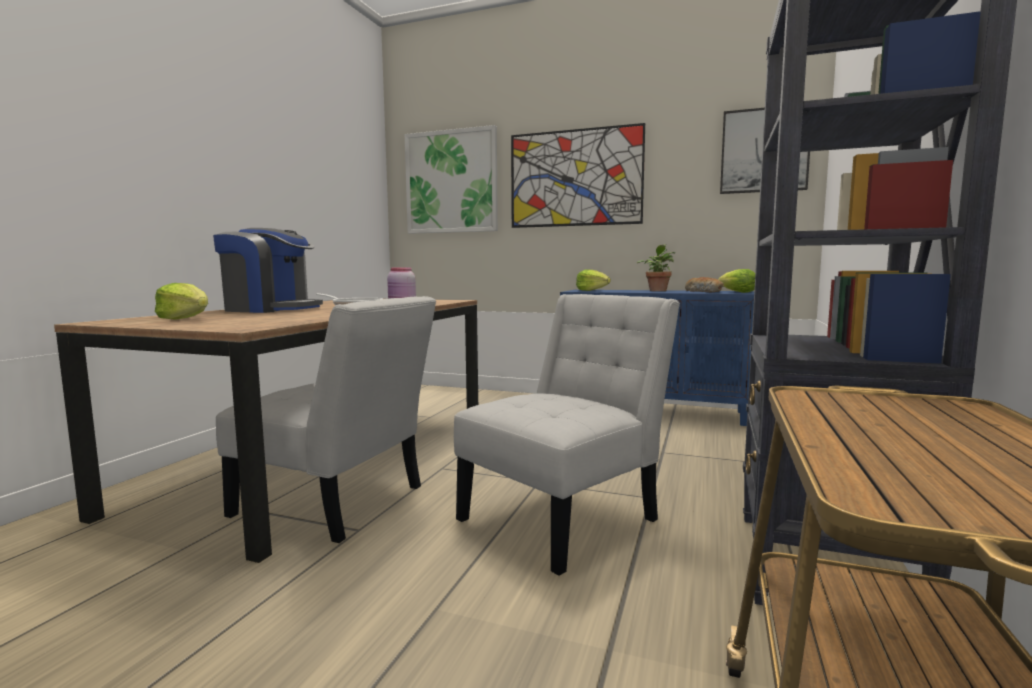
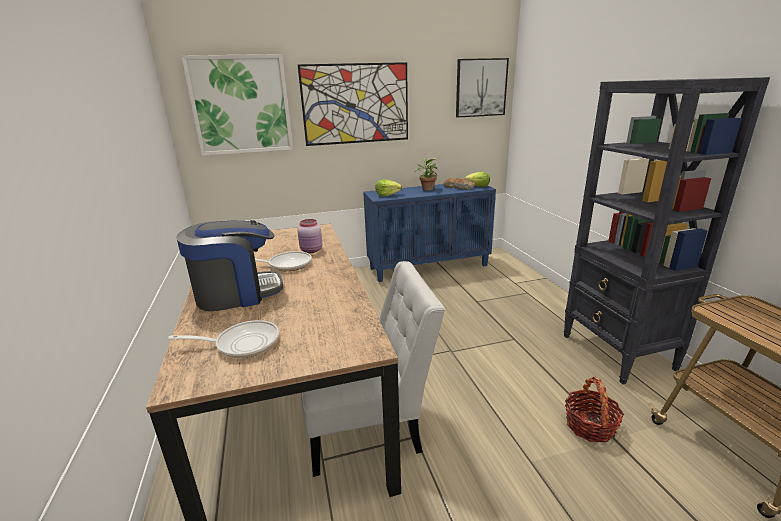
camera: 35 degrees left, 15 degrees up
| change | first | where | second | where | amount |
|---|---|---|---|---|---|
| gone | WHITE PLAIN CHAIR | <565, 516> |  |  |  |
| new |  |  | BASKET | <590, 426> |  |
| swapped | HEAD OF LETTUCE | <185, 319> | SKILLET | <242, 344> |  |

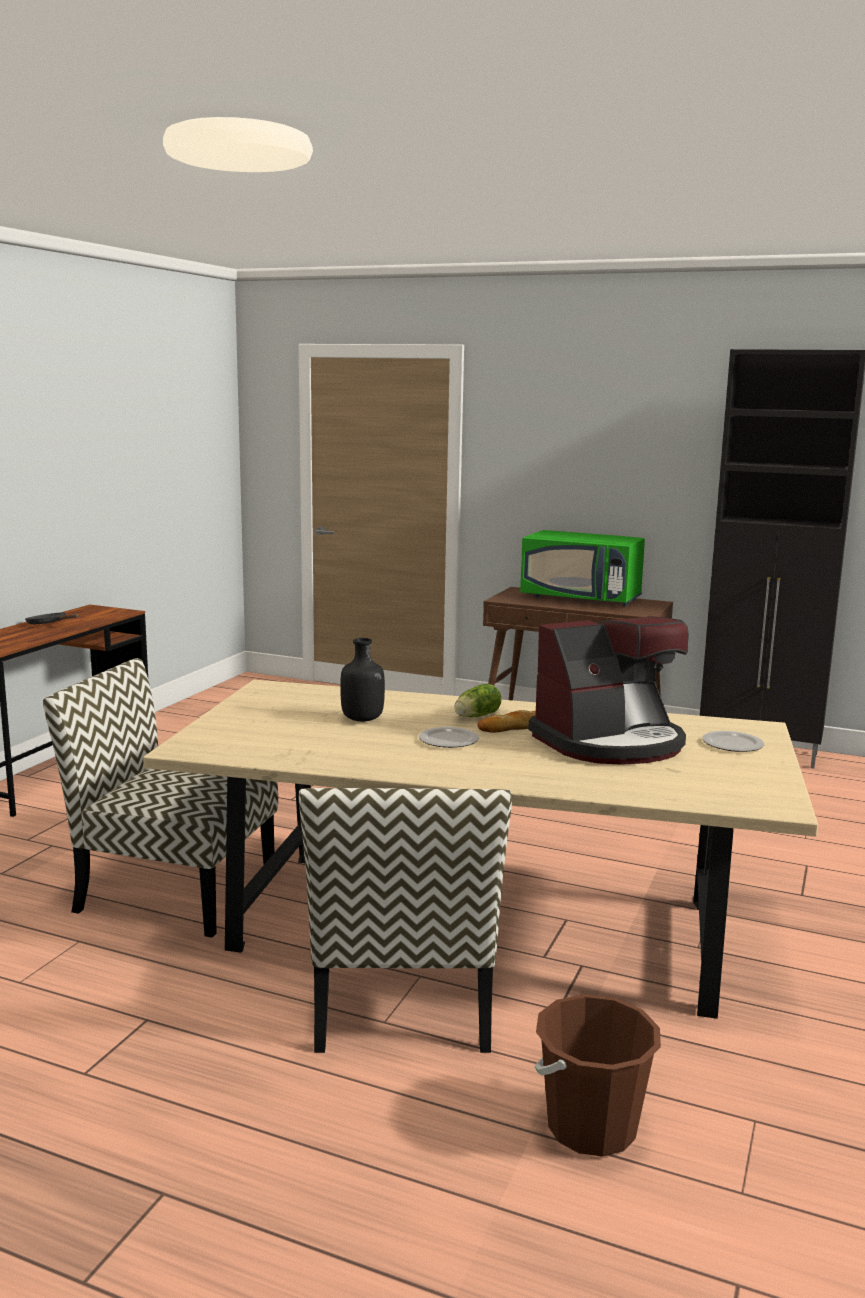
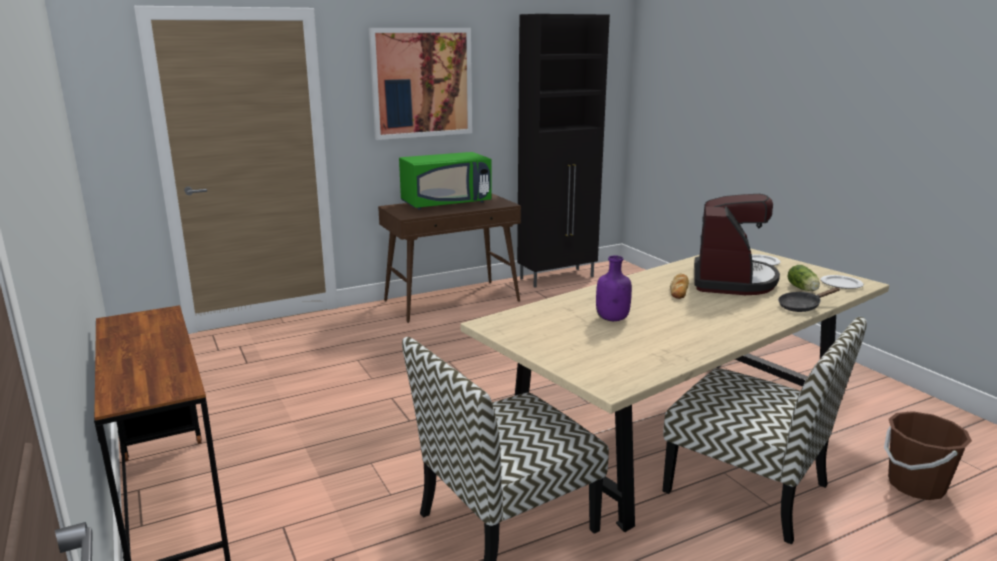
camera: 50 degrees left, 5 degrees up
| change | first | where | second | where | amount |
|---|---|---|---|---|---|
| new |  |  | WALL ART | <422, 83> |  |
| shifted | BLACK SKILLET | <49, 624> |  | <802, 306> |  |
| shifted | FLAT DISH | <448, 740> |  | <840, 284> |  |
| shifted | HEAD OF LETTUCE | <475, 716> |  | <803, 289> |  |
| repainted | BLACK DRINK BOTTLE | <363, 719> | PURPLISH DRINK BOTTLE | <613, 319> |  |

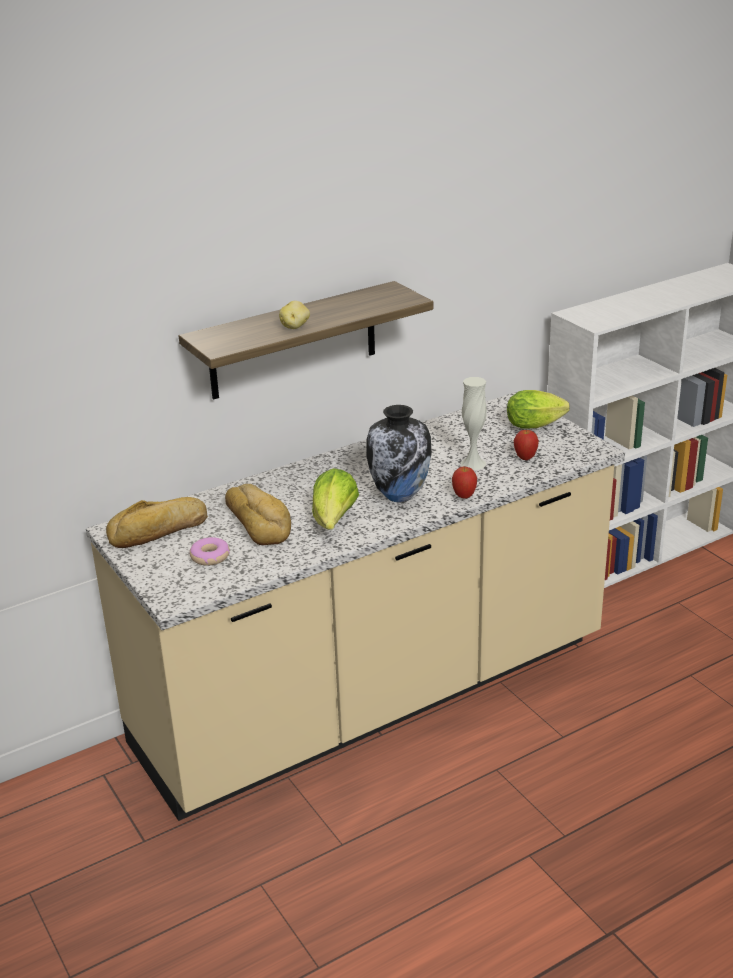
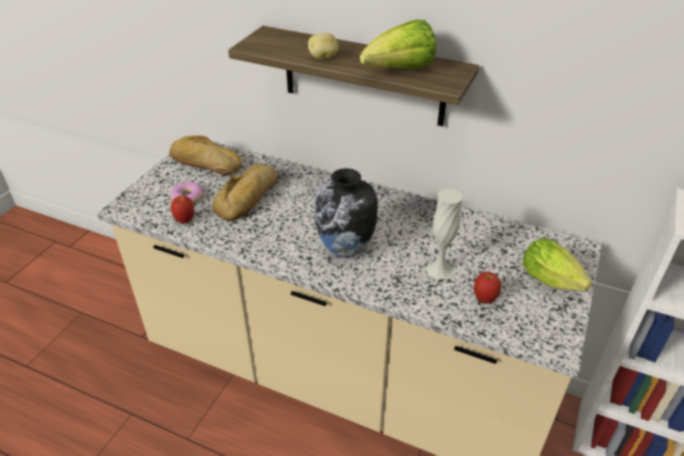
camera: 55 degrees right, 10 degrees up
| change | first | where | second | where | amount |
|---|---|---|---|---|---|
| shifted | HEAD OF LETTUCE | <334, 521> |  | <399, 71> |  |
| shifted | APPLE | <464, 496> |  | <185, 220> |  |

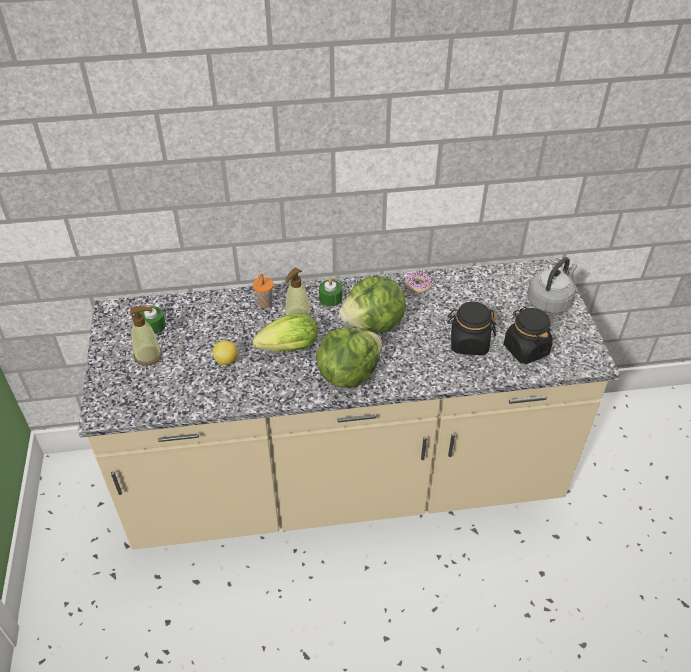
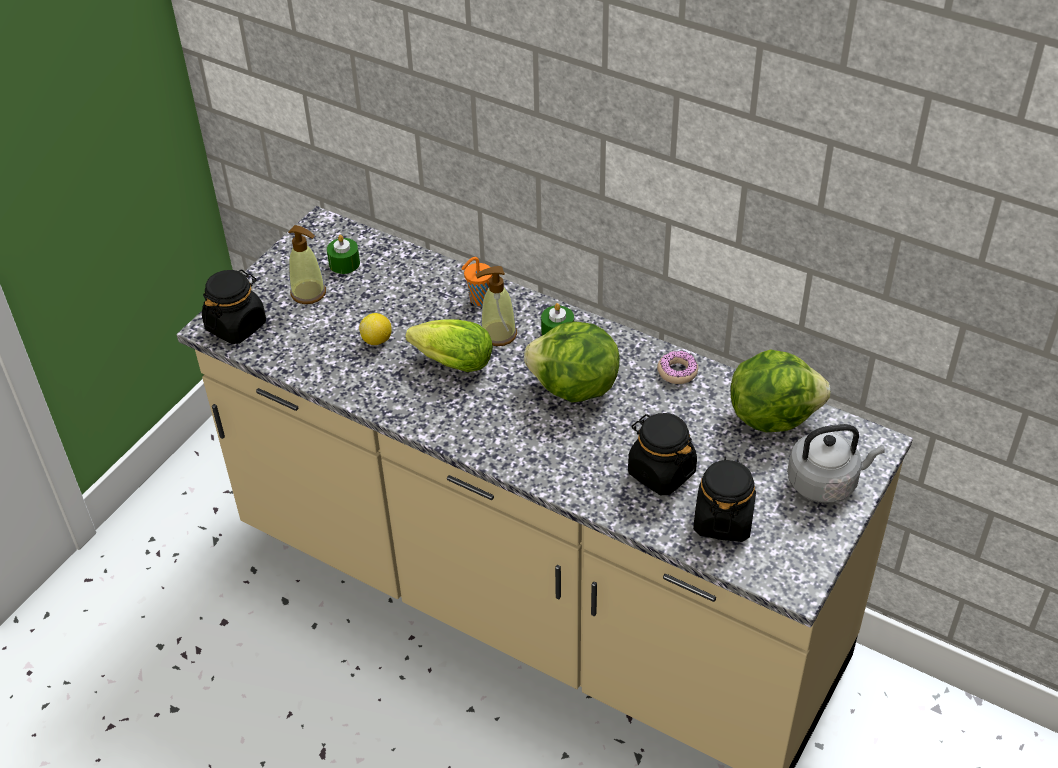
camera: 40 degrees right, 0 degrees up
| change | first | where | second | where | amount |
|---|---|---|---|---|---|
| new |  |  | BLACK STORAGE JAR | <236, 326> |  |
| shifted | HEAD OF LETTUCE | <348, 373> |  | <772, 415> |  |

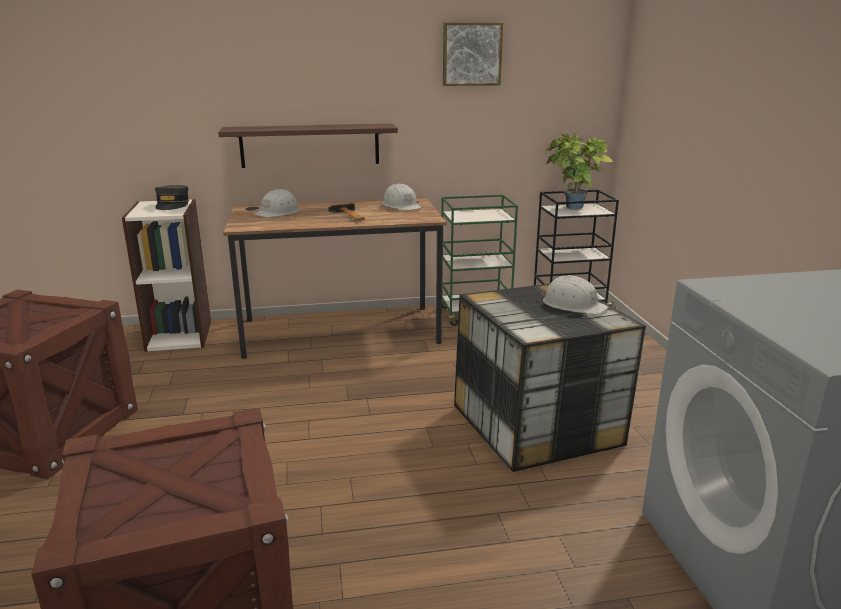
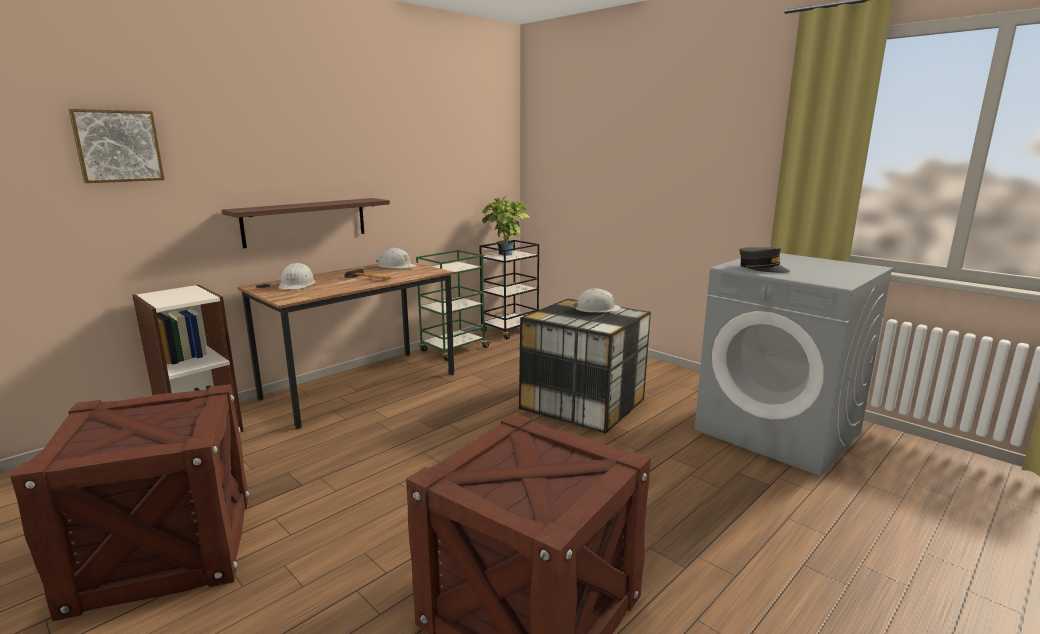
camera: 35 degrees left, 5 degrees down
| change | first | where | second | where | amount |
|---|---|---|---|---|---|
| shifted | GRAY BASEBALL CAP | <172, 205> |  | <762, 268> |  |
| shifted | WALL ART | <471, 54> |  | <117, 146> |  |

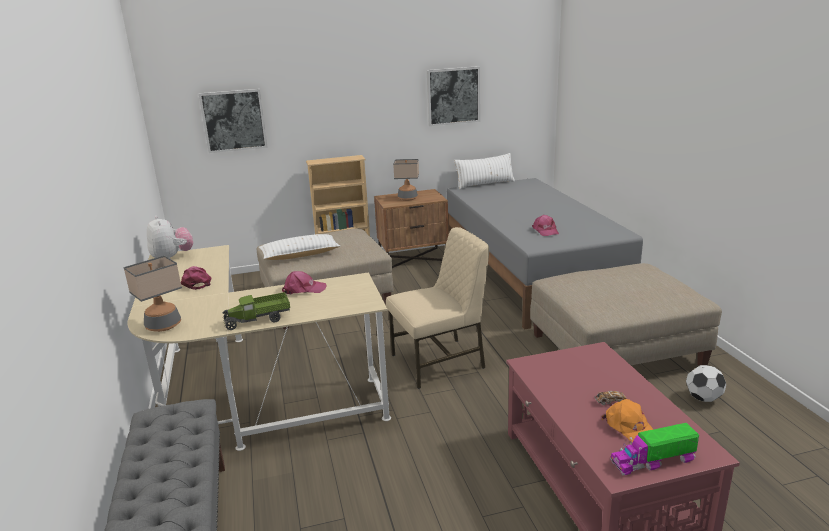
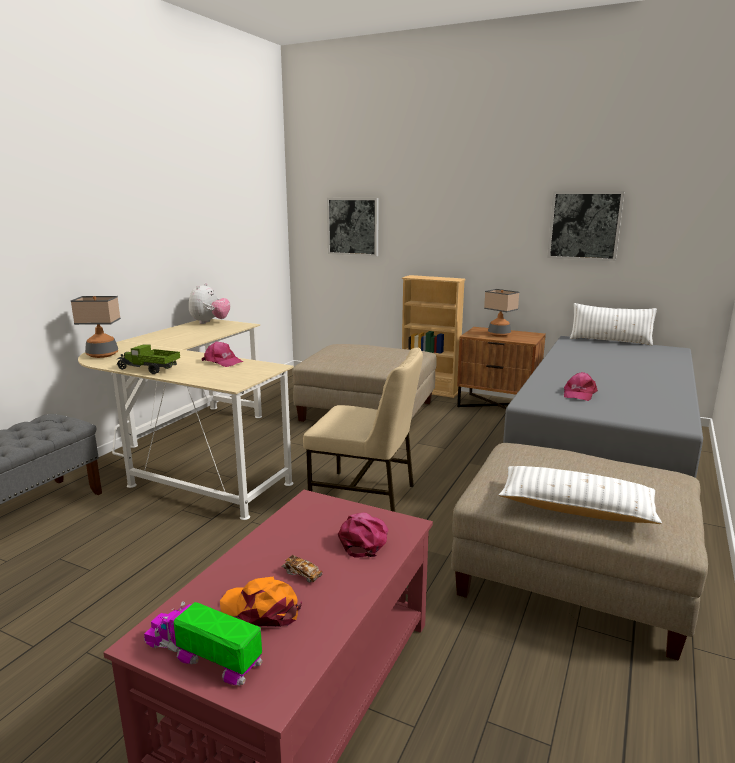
camera: 40 degrees right, 5 degrees down
| change | first | where | second | where | amount |
|---|---|---|---|---|---|
| gone | BALL FOR FOOTBALL | <703, 398> |  |  |  |
| shifted | PINK BASEBALL CAP | <196, 282> |  | <364, 539> |  |
| shifted | WHITE THROW PILLOW | <300, 255> |  | <575, 508> |  |
| rotated | ORANGE BASEBALL CAP | <629, 427> |  | <261, 609> | 105 degrees clockwise |

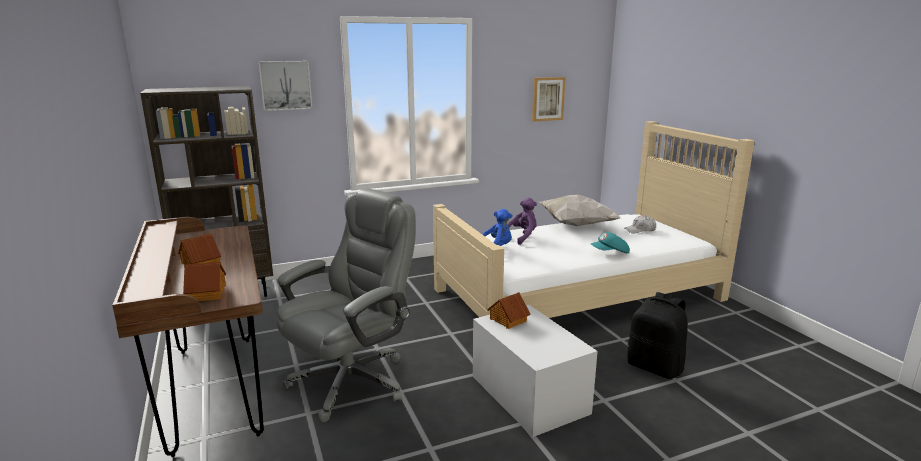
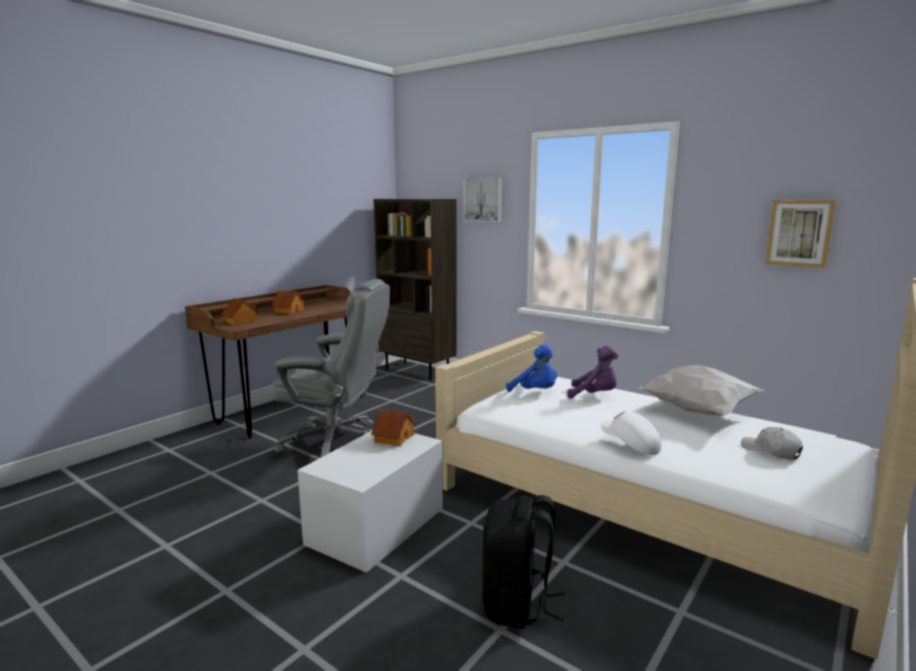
camera: 60 degrees right, 5 degrees down
| change | first | where | second | where | amount |
|---|---|---|---|---|---|
| repainted | TURQUOISE-COLOURED BASEBALL CAP | <610, 253> | WHITE BASEBALL CAP | <630, 445> |  |

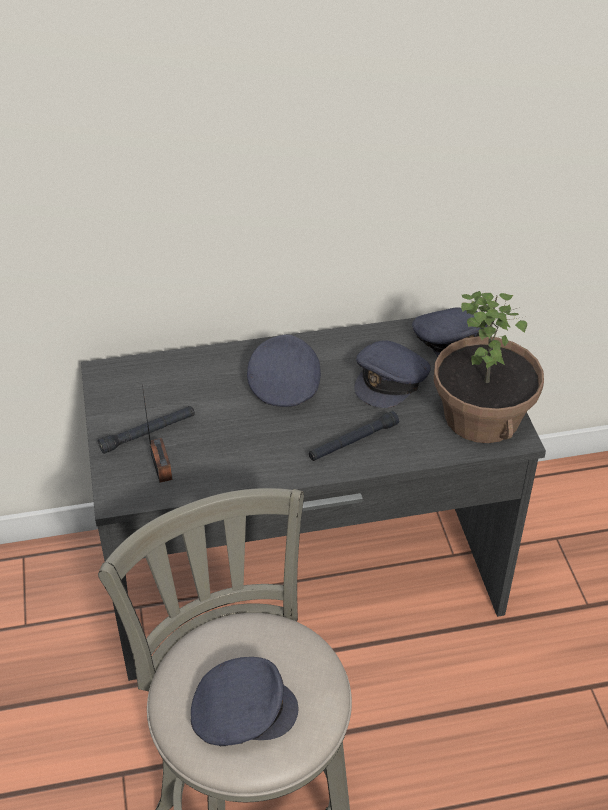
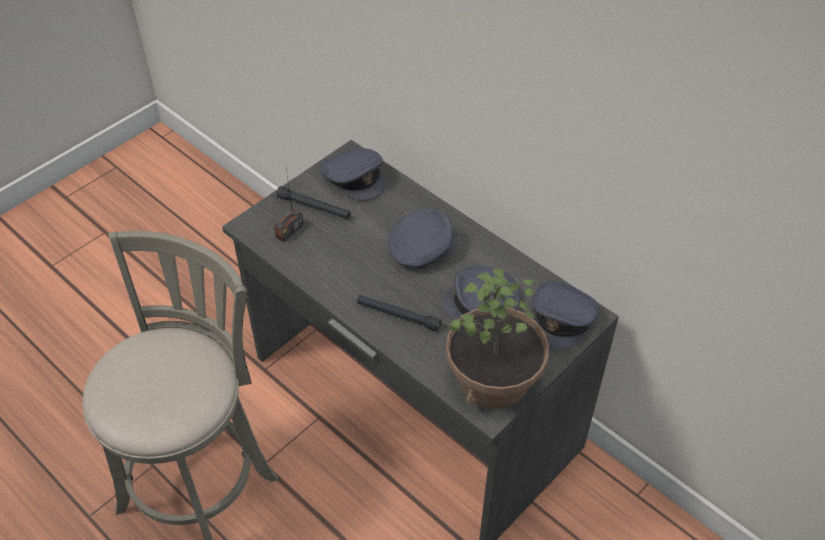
camera: 55 degrees right, 5 degrees up
| change | first | where | second | where | amount |
|---|---|---|---|---|---|
| shifted | GRAY BASEBALL CAP | <242, 712> |  | <355, 178> |  |

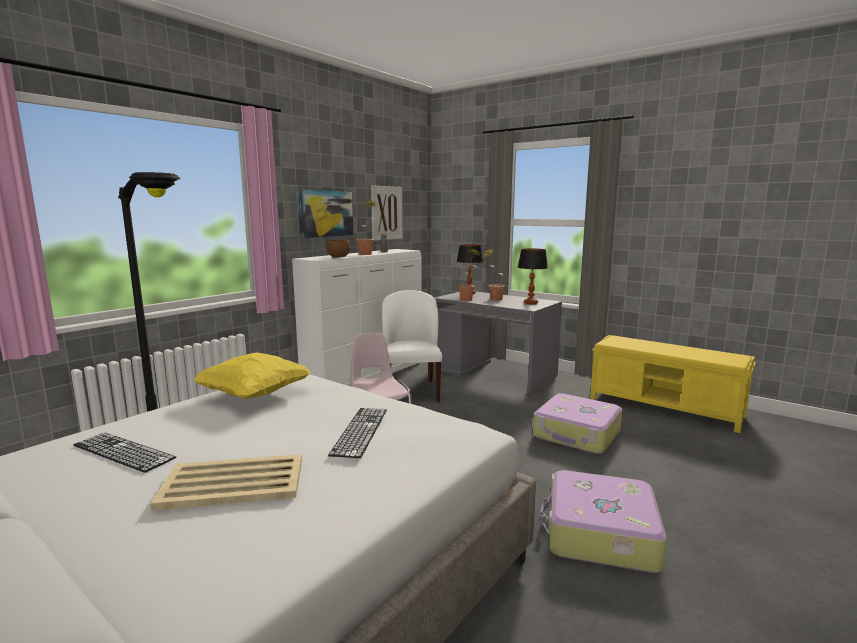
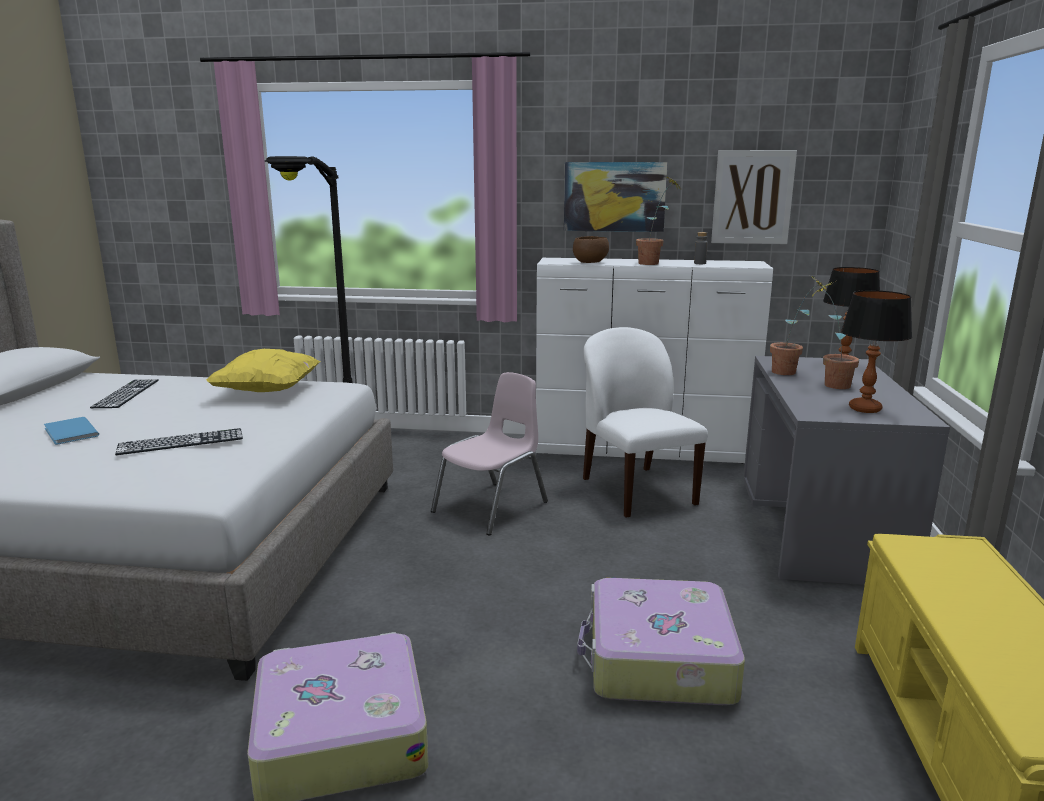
camera: 60 degrees right, 5 degrees up
| change | first | where | second | where | amount |
|---|---|---|---|---|---|
| swapped | BEIGE-COLOURED SERVING TRAY | <235, 483> | BLUISH BOOK | <69, 433> |  |
| rotated | WHITE PLAIN CHAIR | <411, 391> |  | <636, 490> | 75 degrees counterclockwise |

